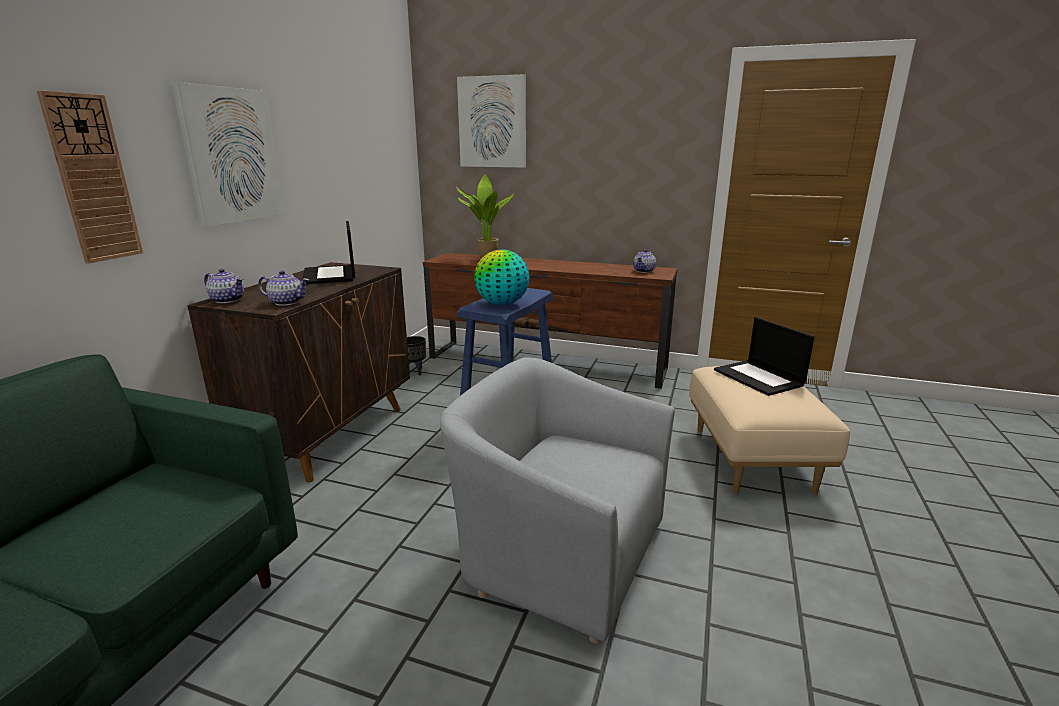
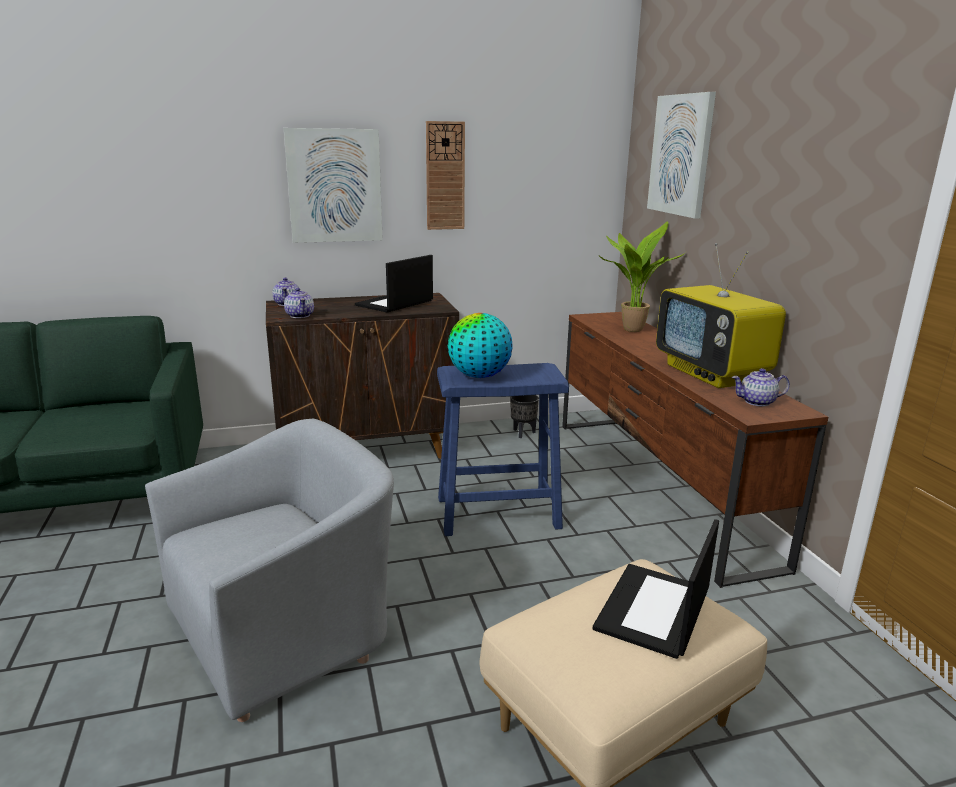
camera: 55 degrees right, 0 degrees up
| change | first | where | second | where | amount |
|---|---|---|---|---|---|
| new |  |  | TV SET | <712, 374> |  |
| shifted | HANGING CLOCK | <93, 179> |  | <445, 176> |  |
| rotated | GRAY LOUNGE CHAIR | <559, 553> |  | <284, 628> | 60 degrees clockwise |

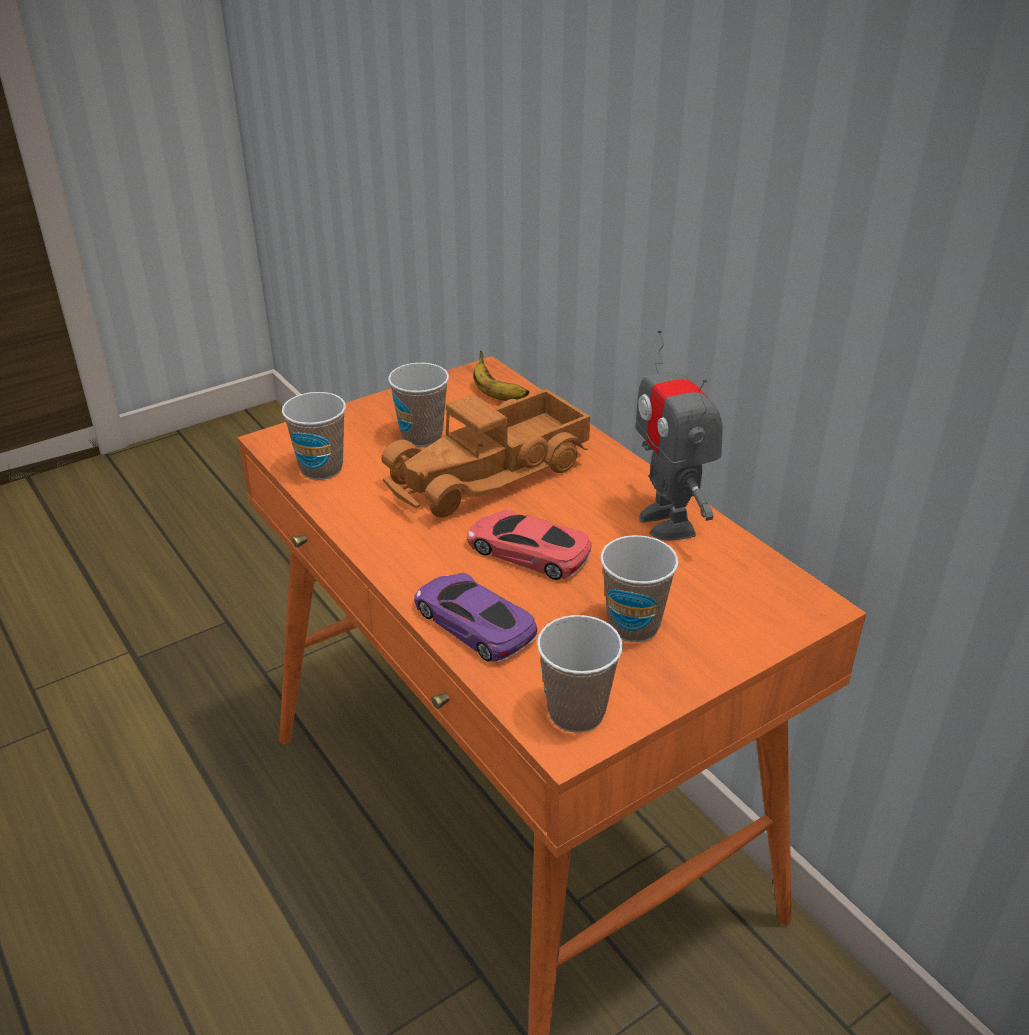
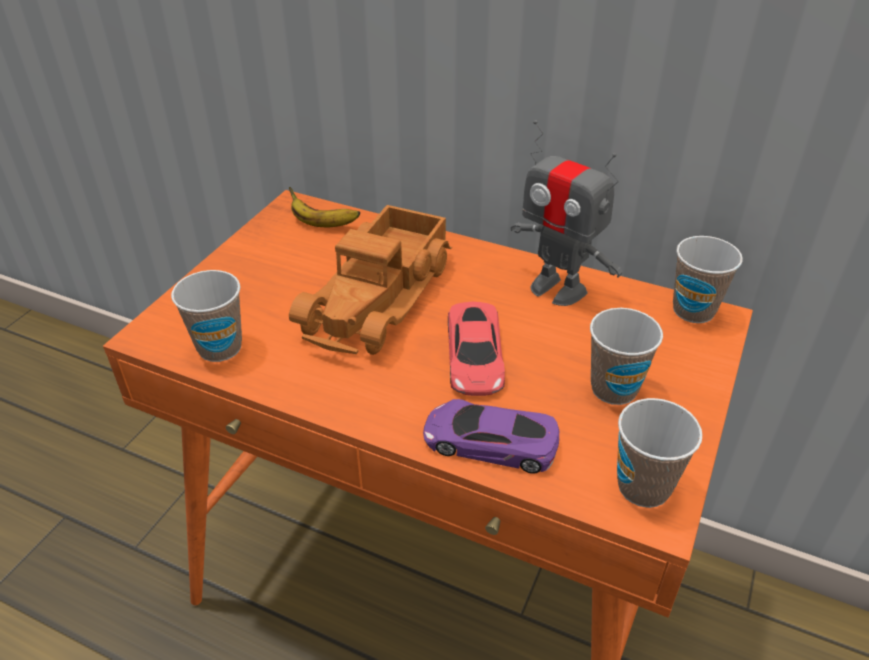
camera: 30 degrees left, 5 degrees up
| change | first | where | second | where | amount |
|---|---|---|---|---|---|
| shifted | DRINKING CUP | <422, 436> |  | <693, 310> |  |
| rotated | RED-COLOURED TOY CAR | <528, 551> |  | <474, 356> | 90 degrees counterclockwise |

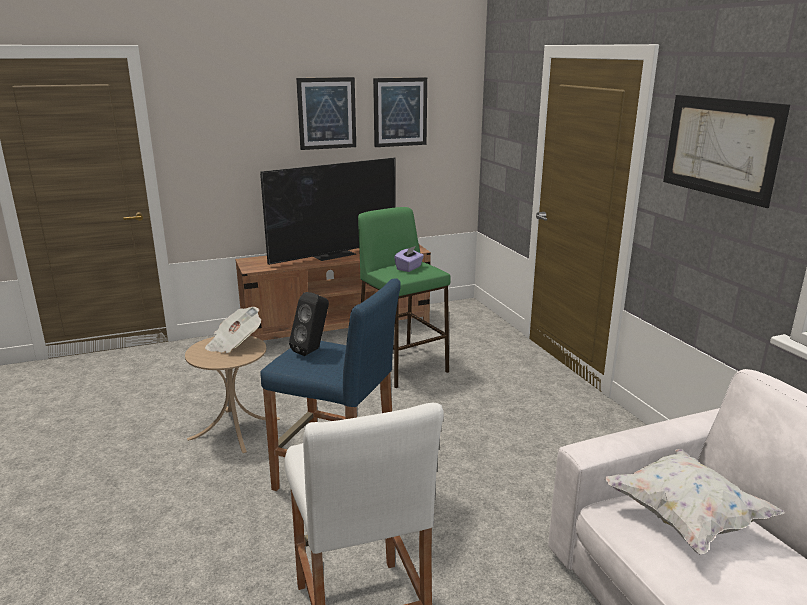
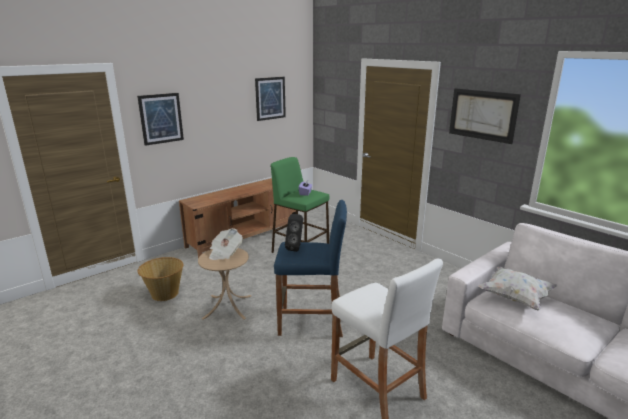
camera: 20 degrees left, 0 degrees up
| change | first | where | second | where | amount |
|---|---|---|---|---|---|
| gone | TV SET | <334, 254> |  |  |  |
| new |  |  | BASKET | <164, 293> |  |
| shifted | WALL ART | <326, 113> |  | <161, 118> |  |

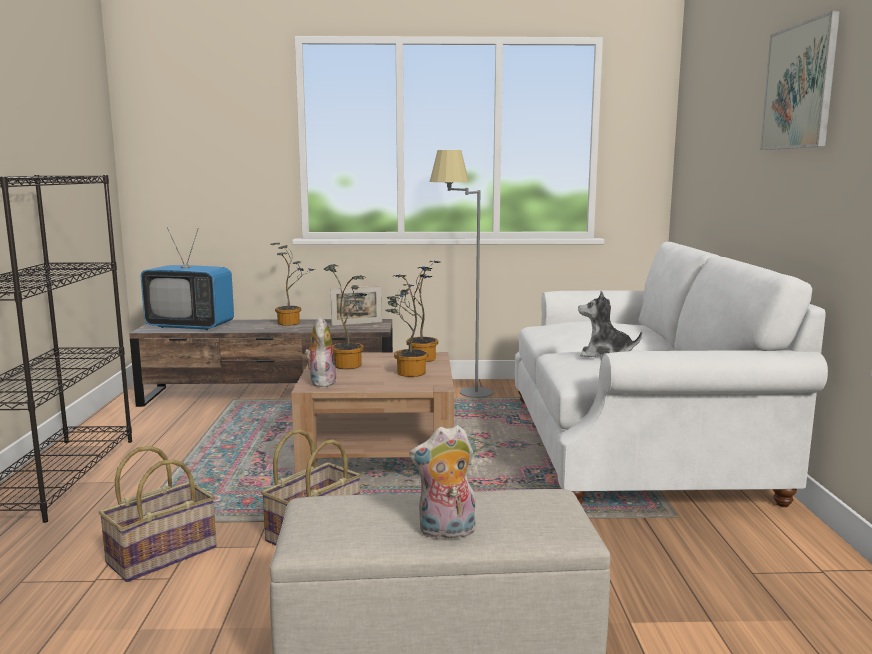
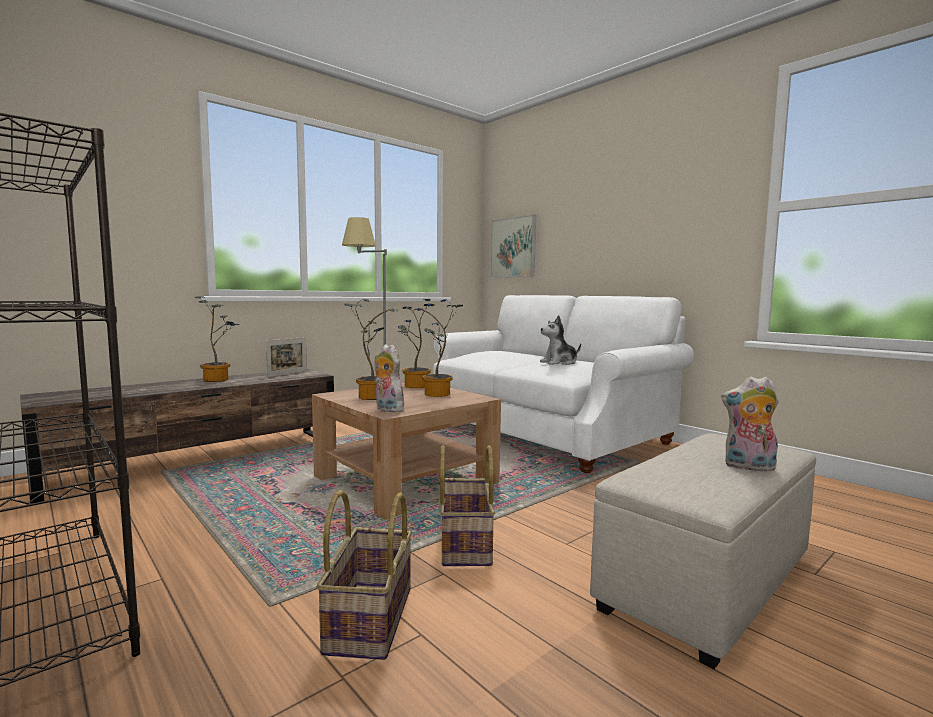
camera: 40 degrees left, 5 degrees down
| change | first | where | second | where | amount |
|---|---|---|---|---|---|
| gone | TV SET | <190, 326> |  |  |  |
| shifted | WALL ART | <799, 87> |  | <513, 247> |  |
| rotated | CUDDLY TOY | <446, 532> |  | <749, 467> | 60 degrees clockwise |

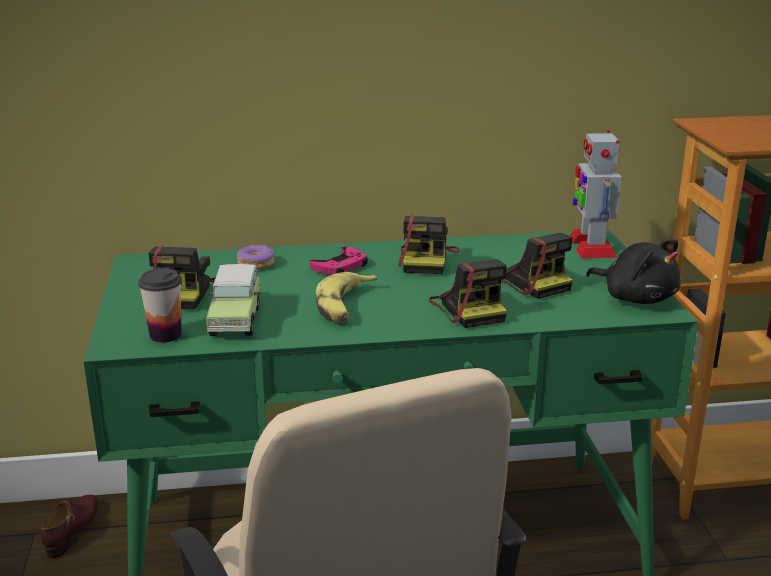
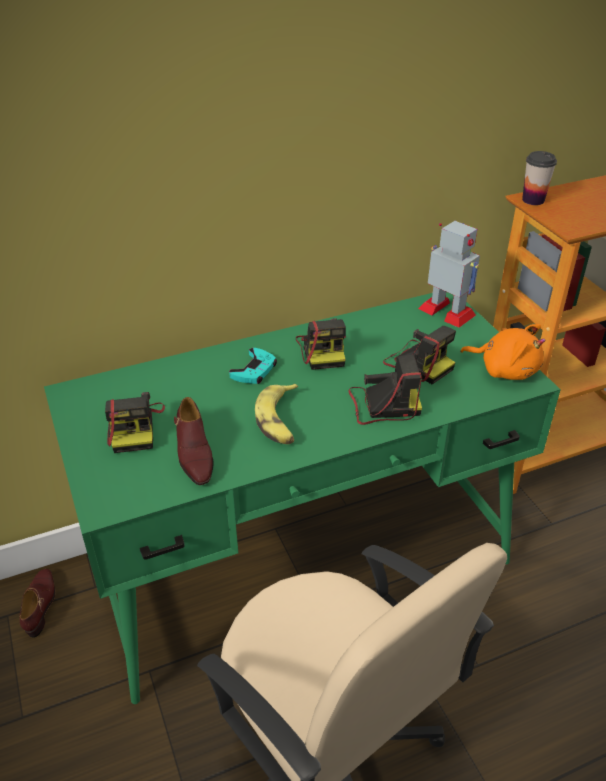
camera: 15 degrees left, 15 degrees up
| change | first | where | second | where | amount |
|---|---|---|---|---|---|
| gone | DONUT | <256, 264> |  |  |  |
| shifted | DRINKING CUP | <165, 335> |  | <533, 200> |  |
| swapped | TOY CAR | <236, 319> | BROWNISH LOW SHOE | <194, 454> |  |
| repainted | PINK GAMEPAD | <340, 267> | TURQUOISE-COLOURED GAMEPAD | <254, 370> |  |
| repainted | BLACK CUDDLY TOY | <636, 297> | ORANGE CUDDLY TOY | <505, 369> |  |
| rotated | STILL CAMERA | <469, 309> |  | <382, 405> | 60 degrees counterclockwise |
| rotated | TOY ROBOT | <591, 246> |  | <447, 312> | 150 degrees clockwise |

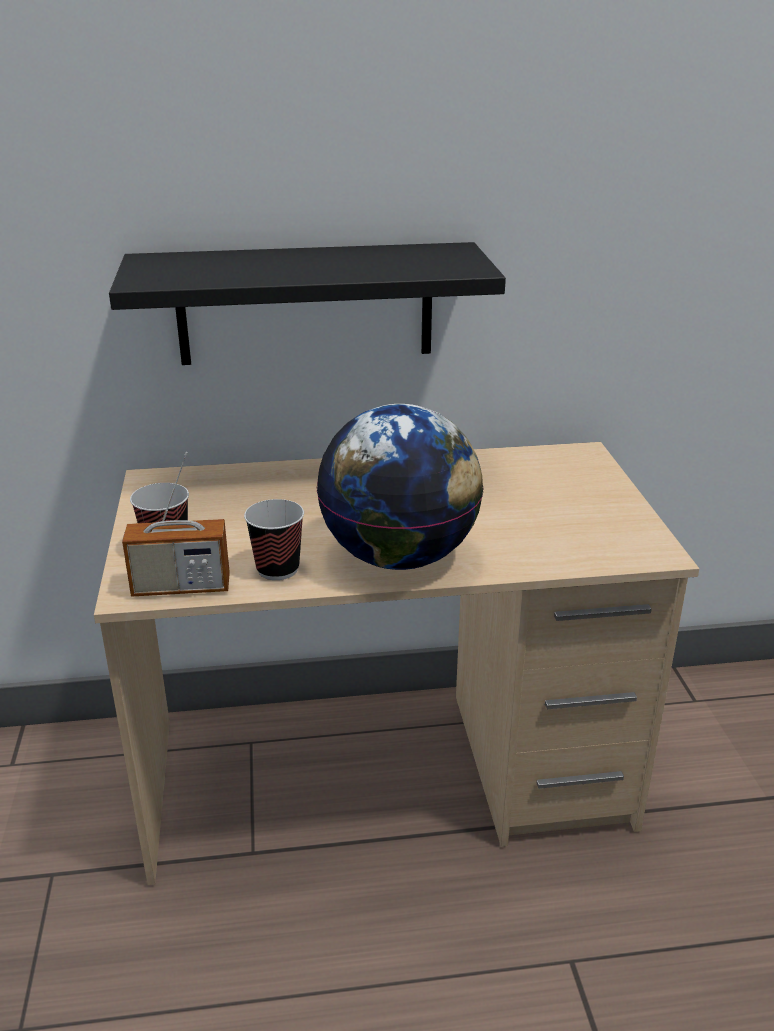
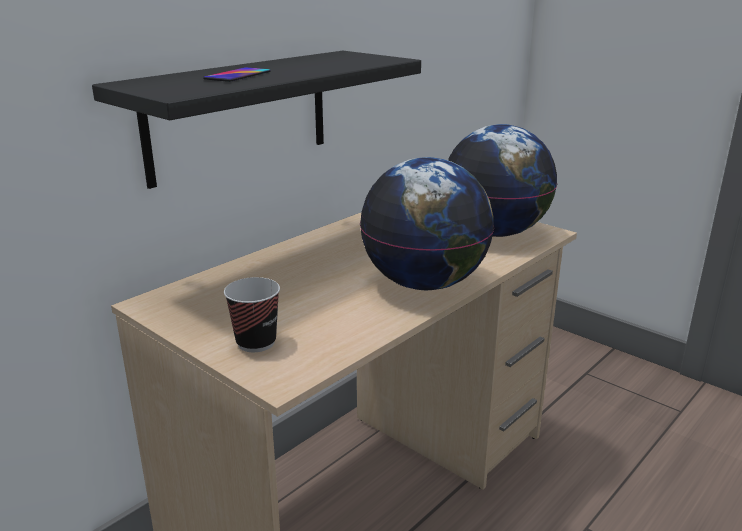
camera: 40 degrees left, 5 degrees down
| change | first | where | second | where | amount |
|---|---|---|---|---|---|
| gone | RADIO | <181, 587> |  |  |  |
| gone | DRINKING CUP | <277, 569> |  |  |  |
| new |  |  | TELEPHONE | <238, 75> |  |
| new |  |  | GLOBE | <495, 232> |  |

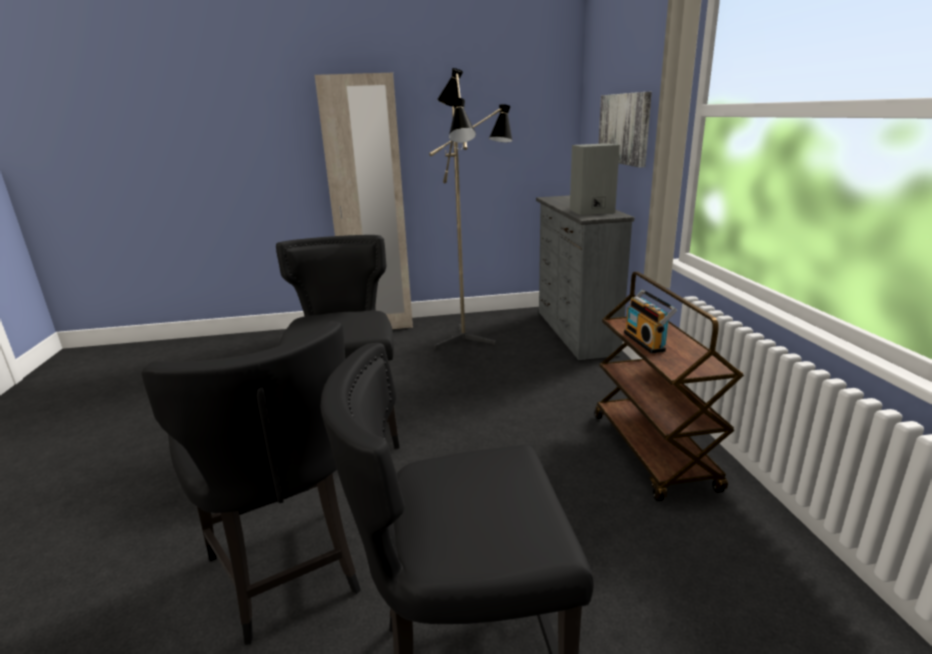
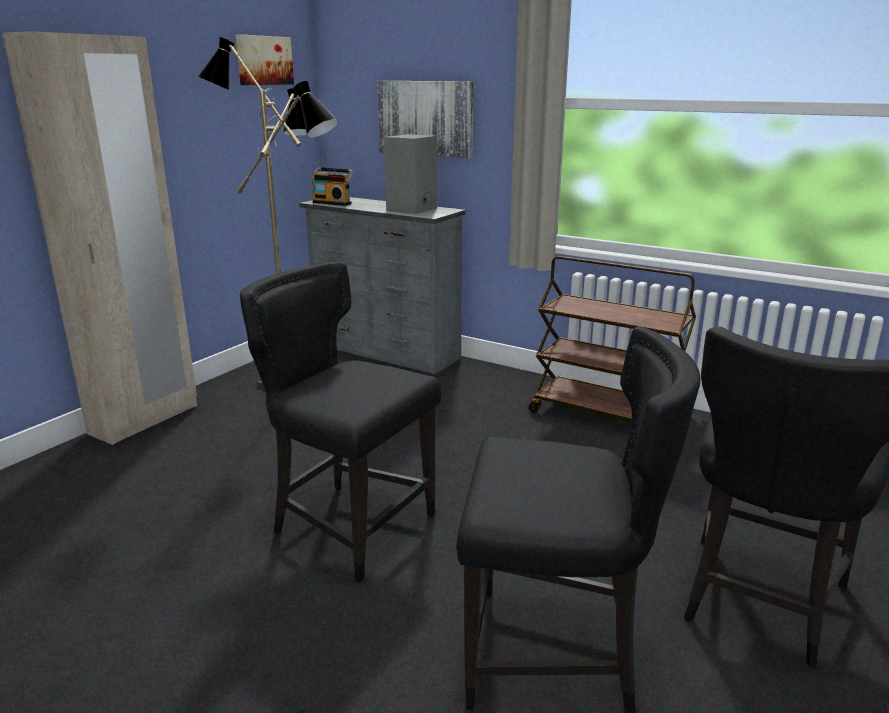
camera: 50 degrees left, 0 degrees up
| change | first | where | second | where | amount |
|---|---|---|---|---|---|
| new |  |  | WALL ART | <263, 60> |  |
| shifted | RADIO | <646, 341> |  | <333, 203> |  |

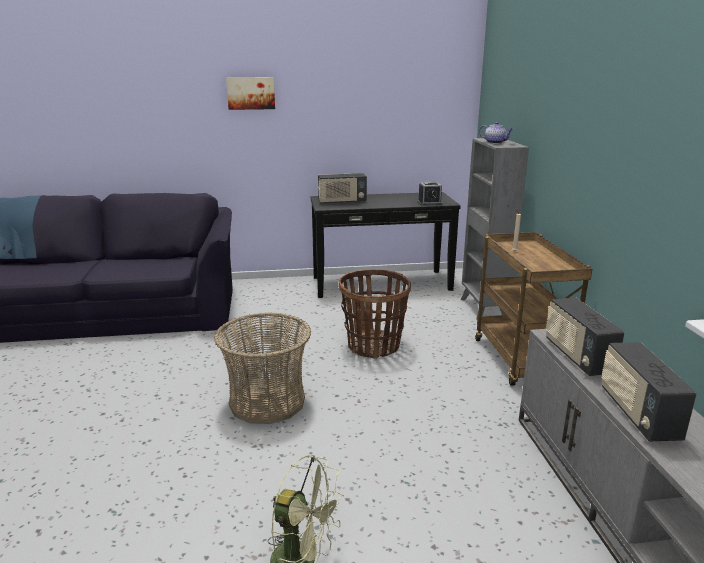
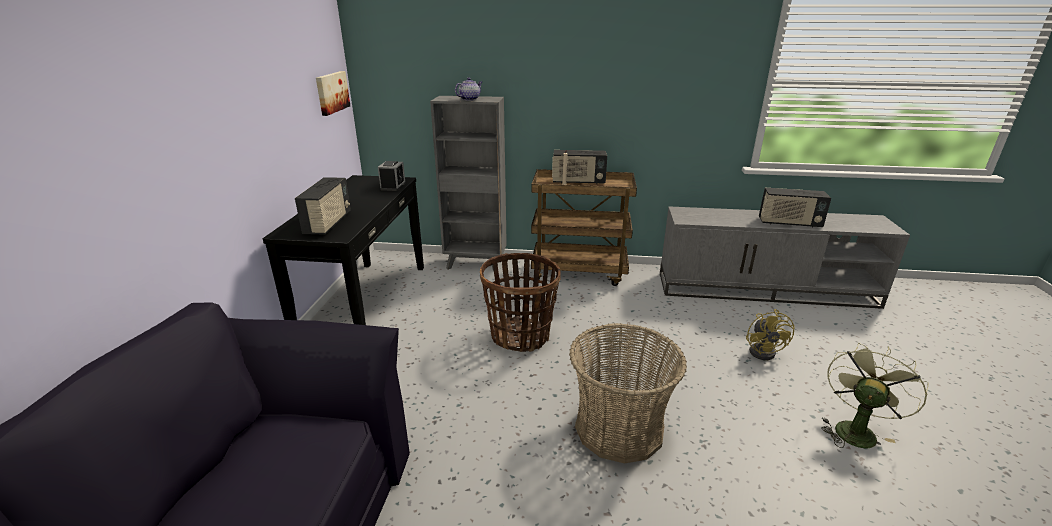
camera: 75 degrees left, 5 degrees up
| change | first | where | second | where | amount |
|---|---|---|---|---|---|
| new |  |  | YELLOW-COLOURED FAN | <764, 351> |  |
| shifted | WALL ART | <251, 93> |  | <331, 92> |  |
| shifted | RADIO | <577, 356> |  | <578, 182> |  |

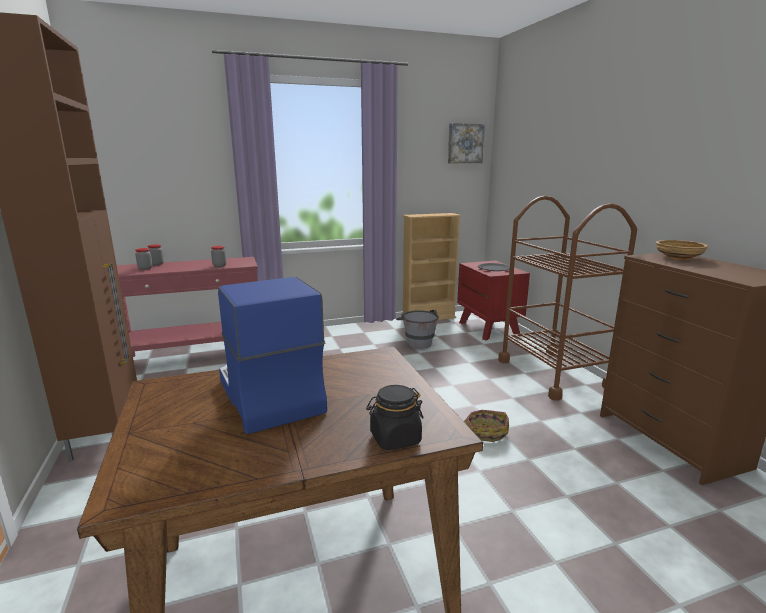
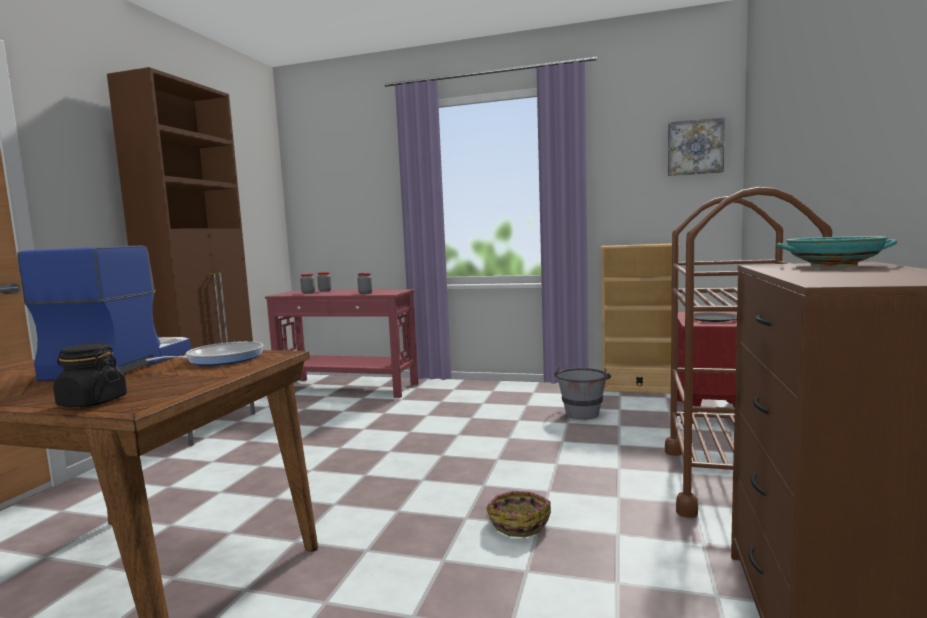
camera: 35 degrees right, 10 degrees down
| change | first | where | second | where | amount |
|---|---|---|---|---|---|
| new |  |  | SKILLET | <221, 359> |  |
| repainted | BEIGE-COLOURED BOWL | <678, 258> | TURQUOISE-COLOURED BOWL | <832, 265> |  |

